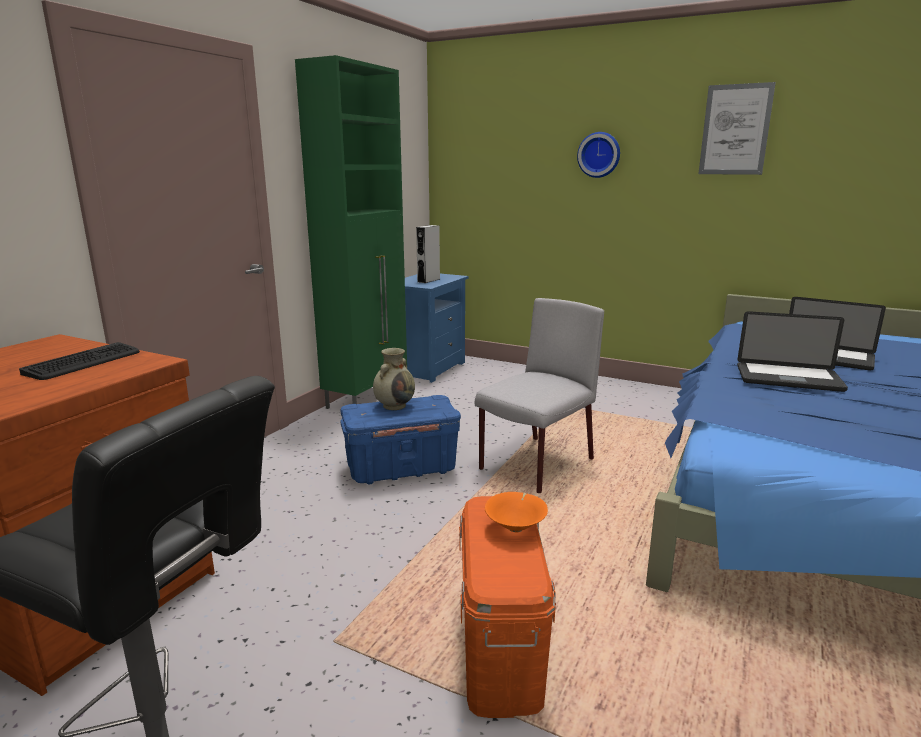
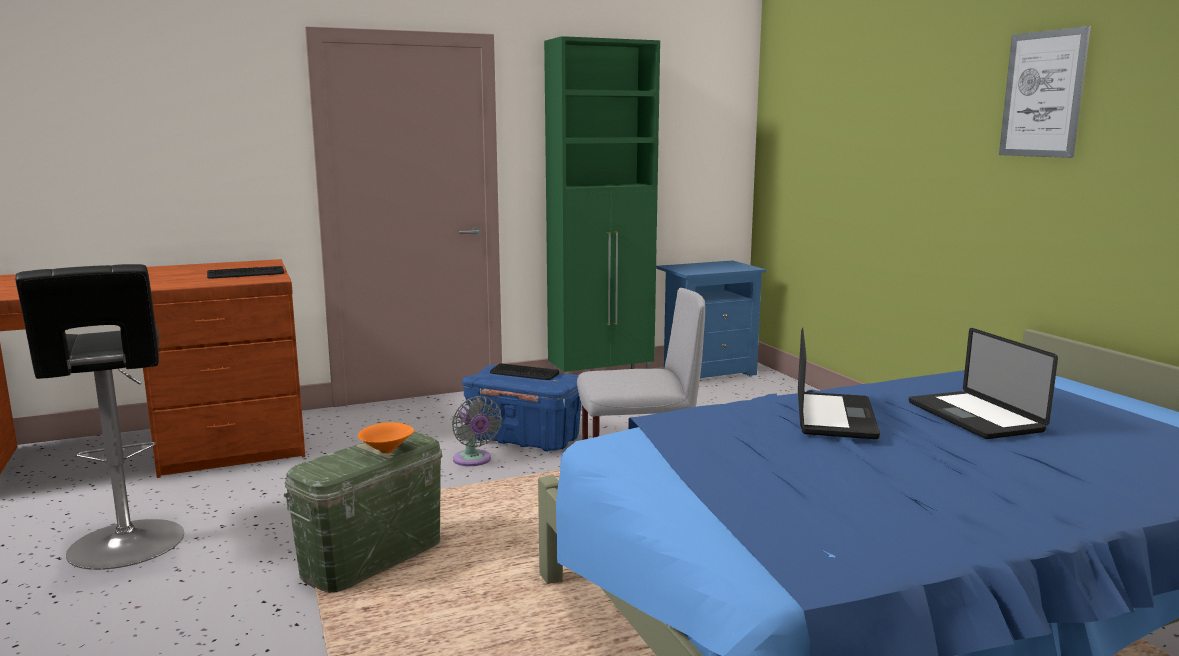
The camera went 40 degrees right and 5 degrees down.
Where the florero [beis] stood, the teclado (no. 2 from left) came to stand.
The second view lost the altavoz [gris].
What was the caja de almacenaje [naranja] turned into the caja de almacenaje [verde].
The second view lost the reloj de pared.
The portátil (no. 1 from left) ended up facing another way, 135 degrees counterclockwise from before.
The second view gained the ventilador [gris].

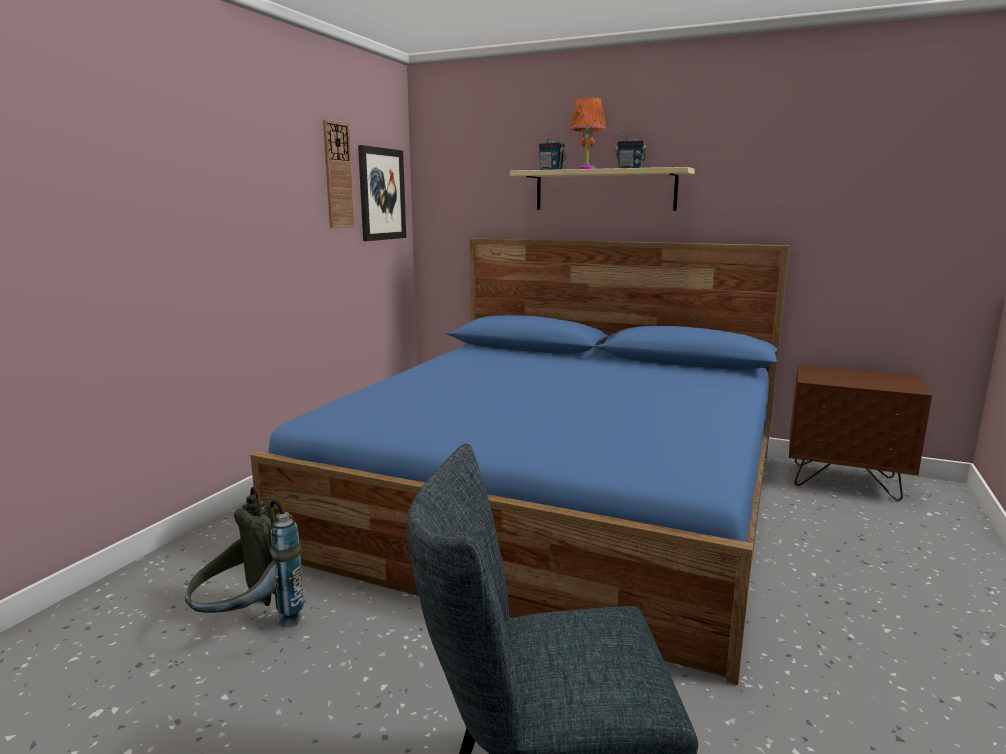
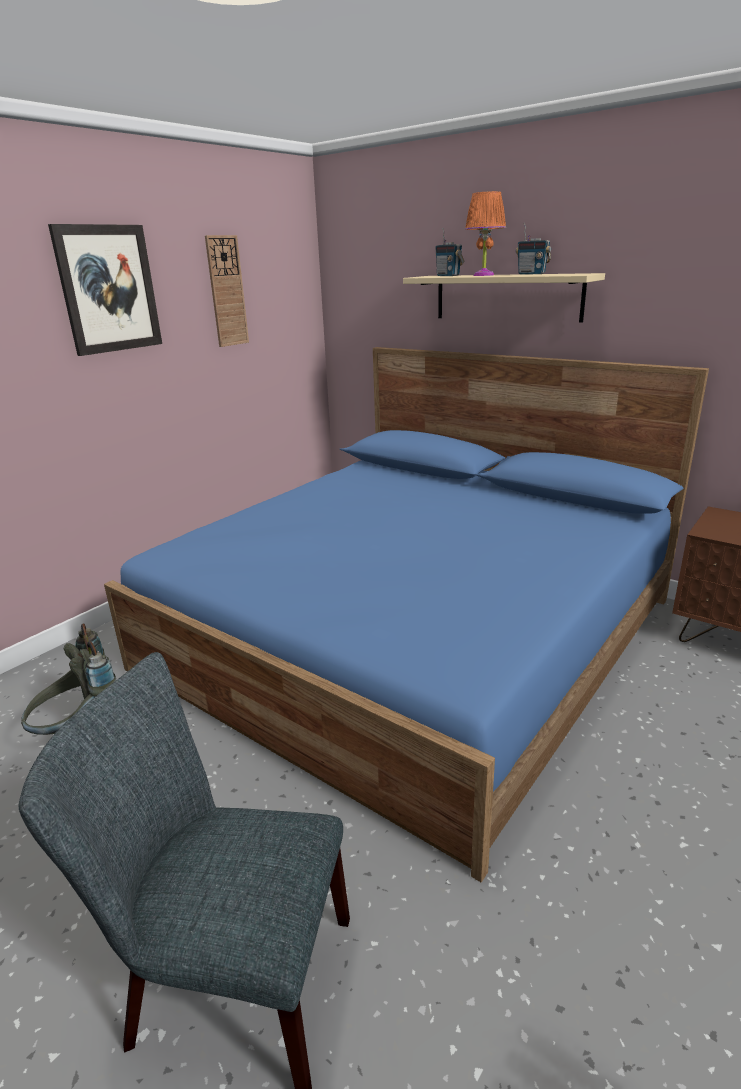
The camera went 15 degrees right and 10 degrees up.
The cuadro ended up elsewhere.

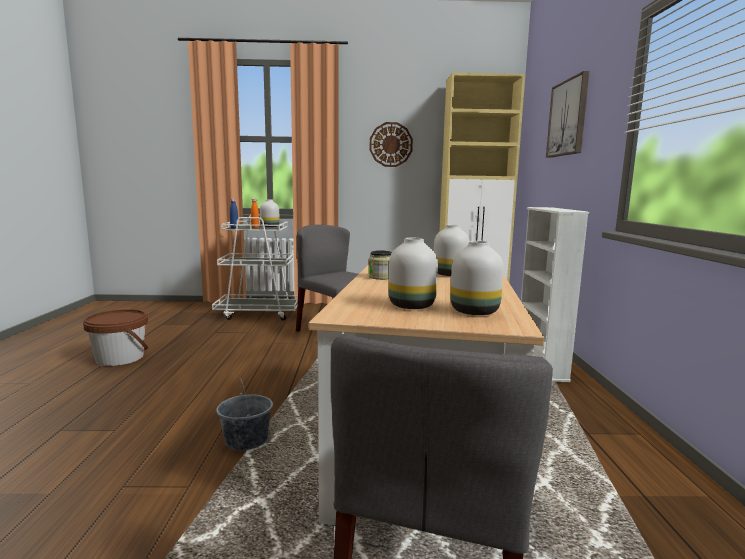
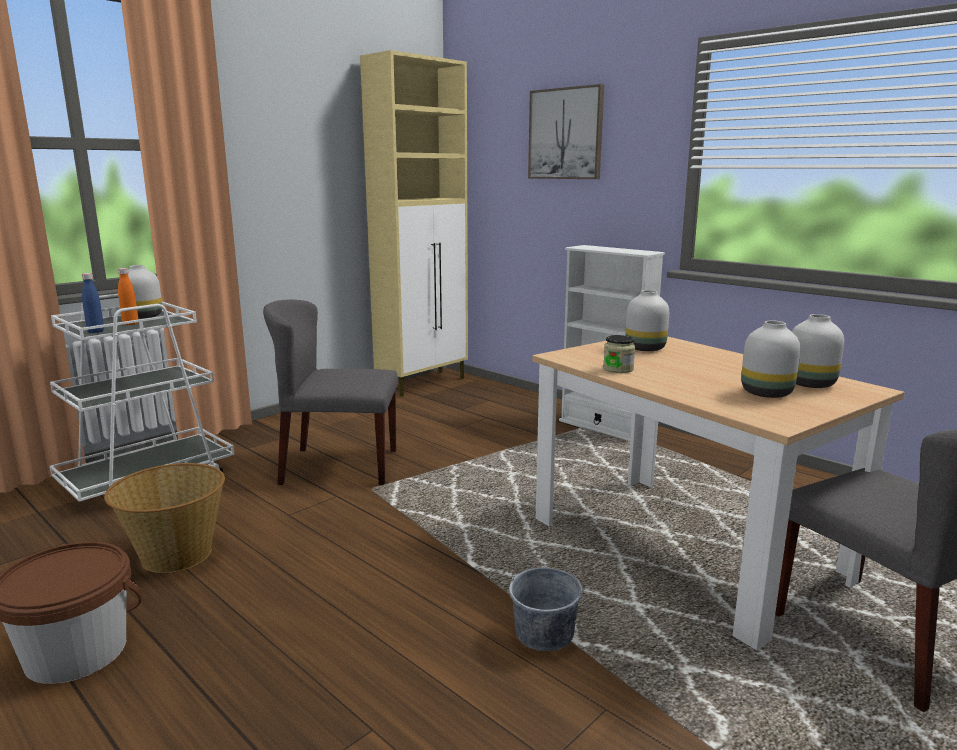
The camera went 45 degrees left and 5 degrees up.
The second view lost the reloj de pared.
The second view gained the cesta.

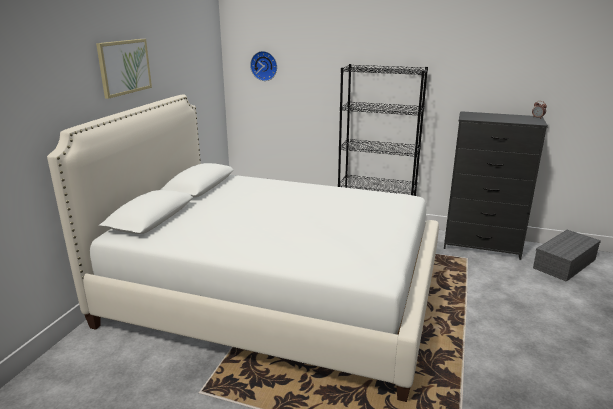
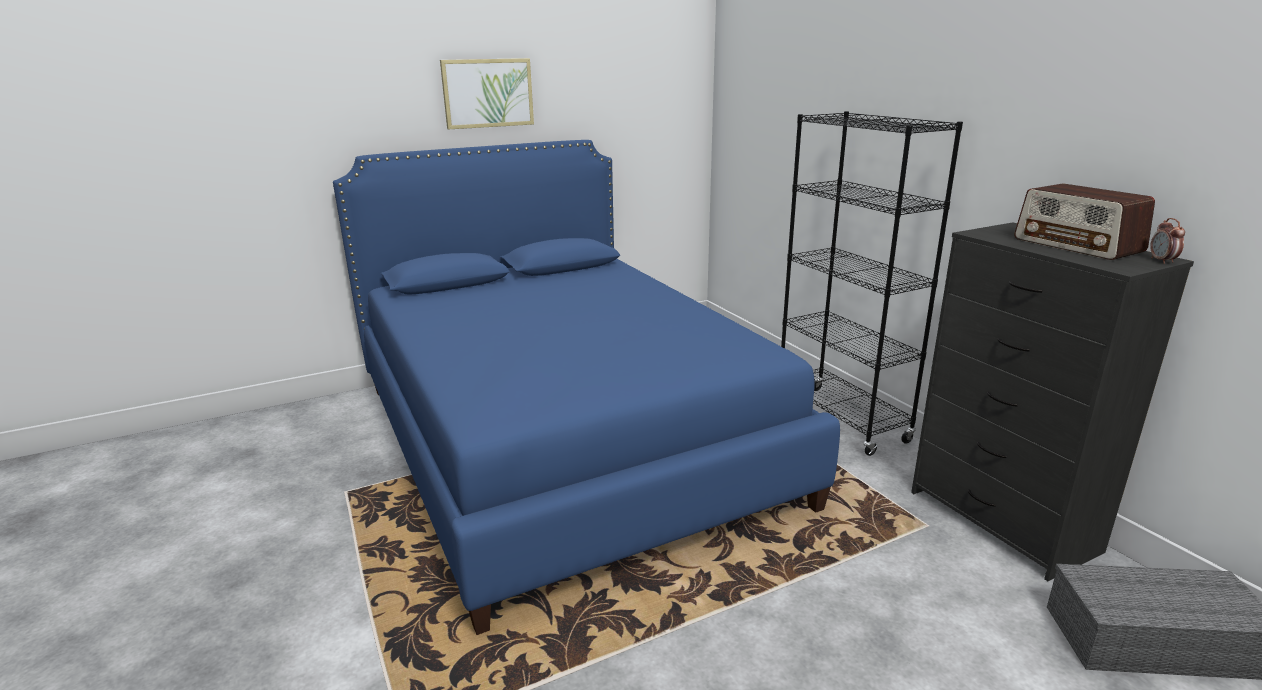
The camera went 45 degrees right and 0 degrees up.
What was the cama [blanco] turned into the cama [azul].
The second view lost the reloj de pared.
The second view gained the radio.

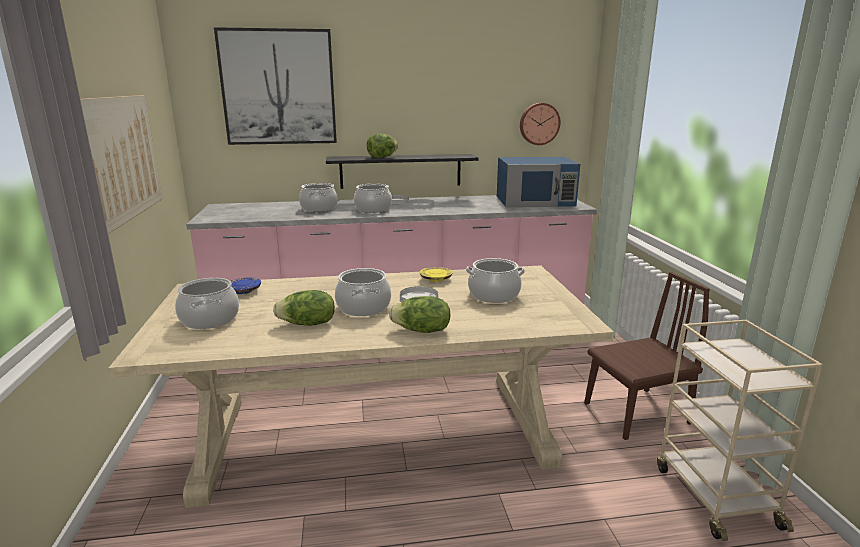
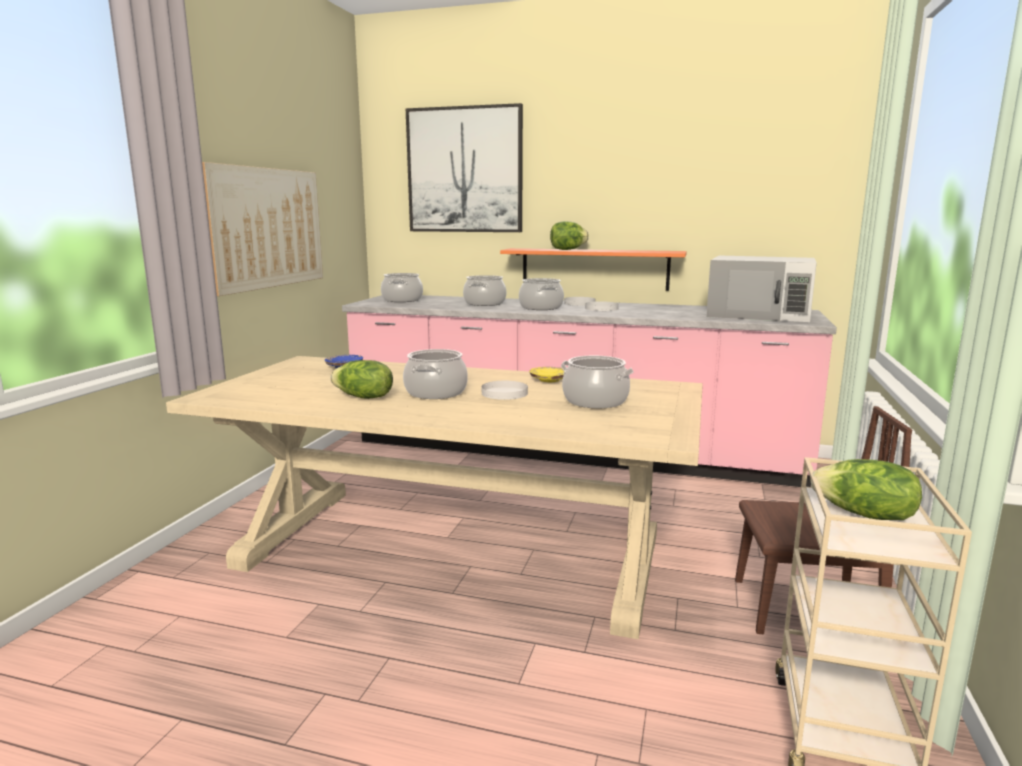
The camera went 25 degrees right and 5 degrees down.
The olla (no. 1 from left) ended up elsewhere.
What was the estante [negro] turned into the estante [naranja].
The lechuga (no. 3 from left) ended up elsewhere.
What was the microondas [azul] turned into the microondas [blanco].
The second view lost the reloj de pared.

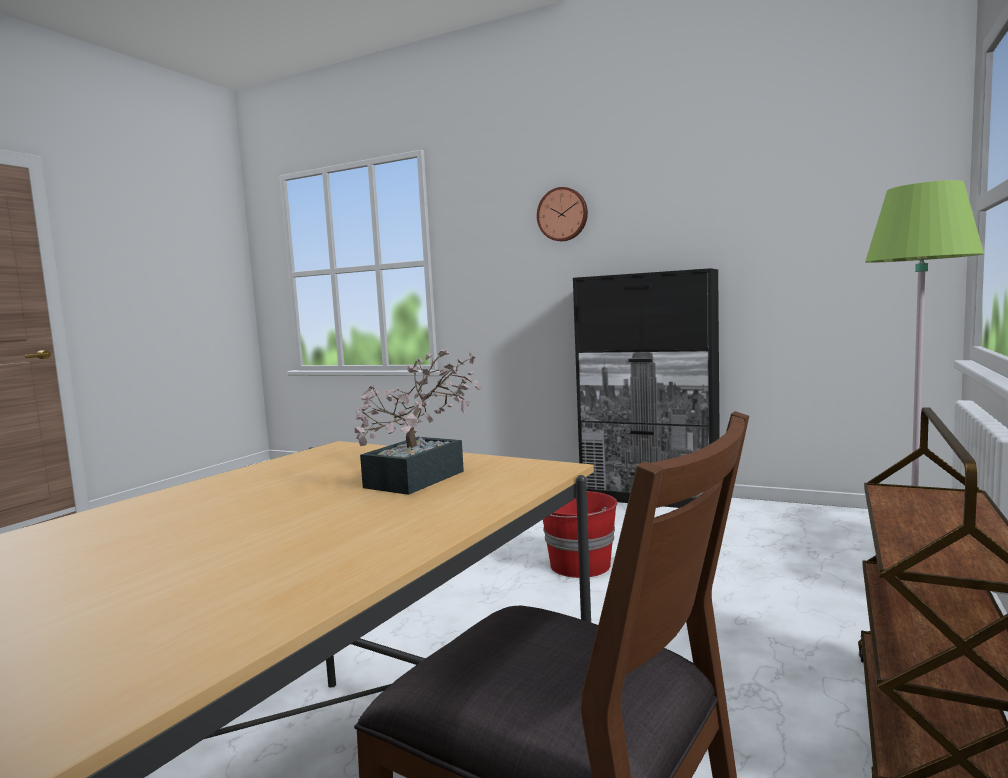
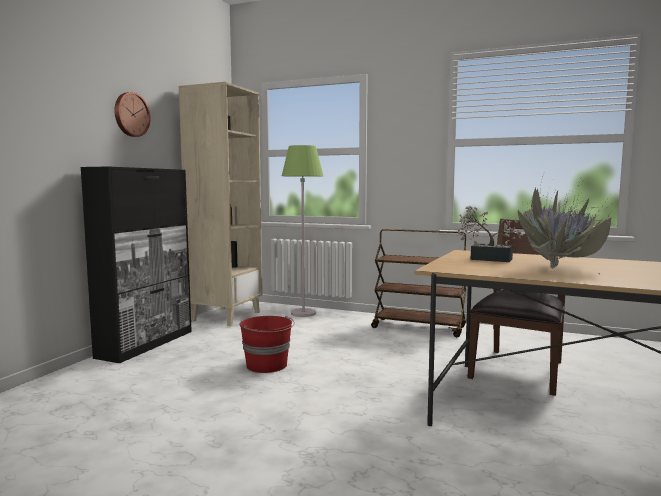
The camera went 95 degrees left and 0 degrees up.
The reloj de pared ended up elsewhere.
The second view gained the estantería [beis].
The second view gained the planta en maceta (no. 2 from left).

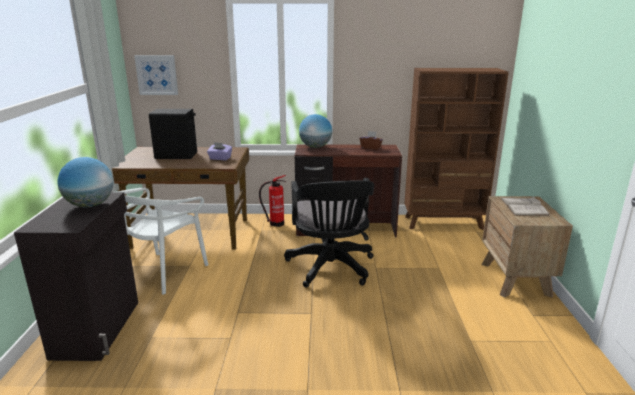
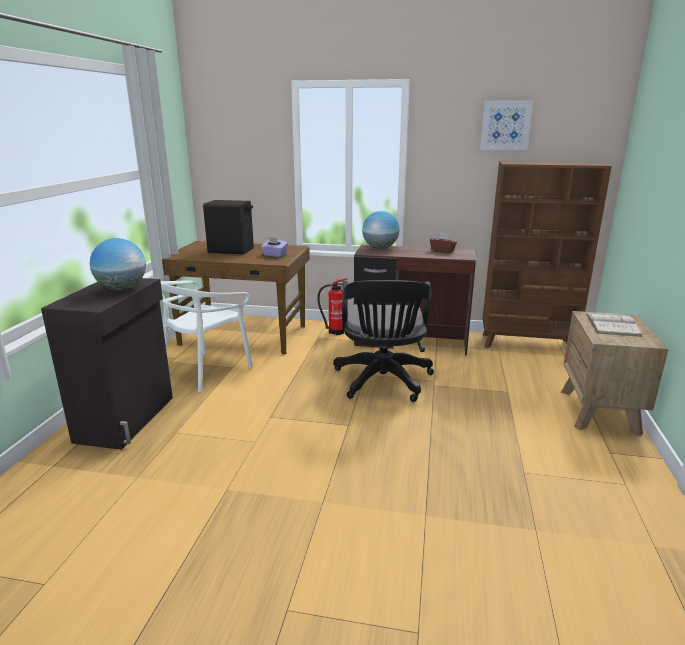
The camera went 10 degrees right and 0 degrees up.
The cuadro ended up elsewhere.

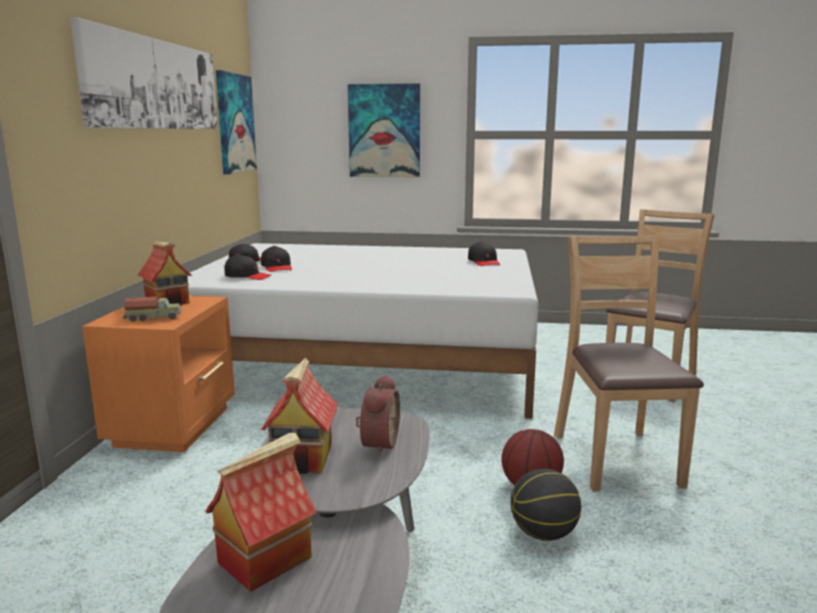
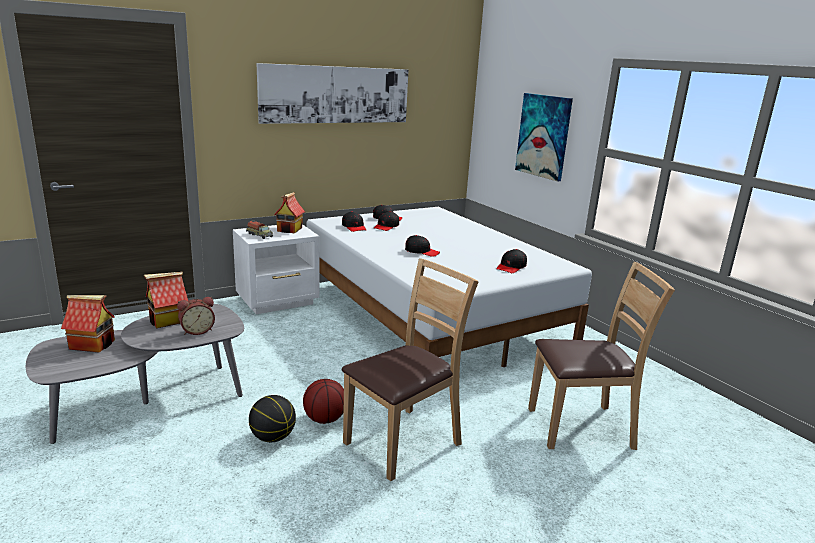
The camera went 50 degrees right and 5 degrees up.
What was the mesita de noche [naranja] turned into the mesita de noche [blanco].
The second view lost the cuadro (no. 2 from left).
The second view gained the gorra [negro] (no. 4 from left).

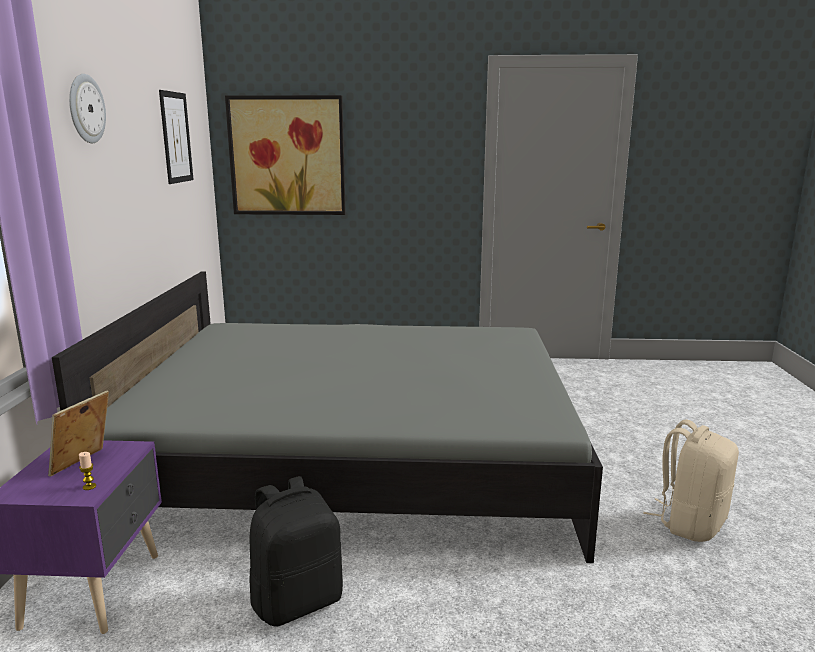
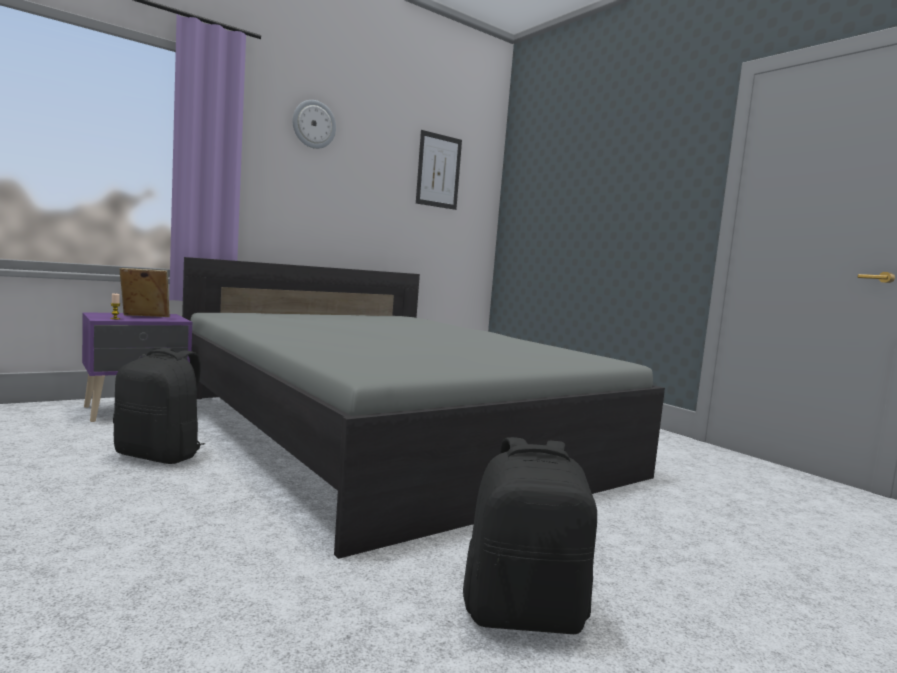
The camera went 50 degrees right and 10 degrees down.
The second view lost the cuadro (no. 2 from left).
What was the mochila [beis] turned into the mochila [negro] (no. 2 from left).

